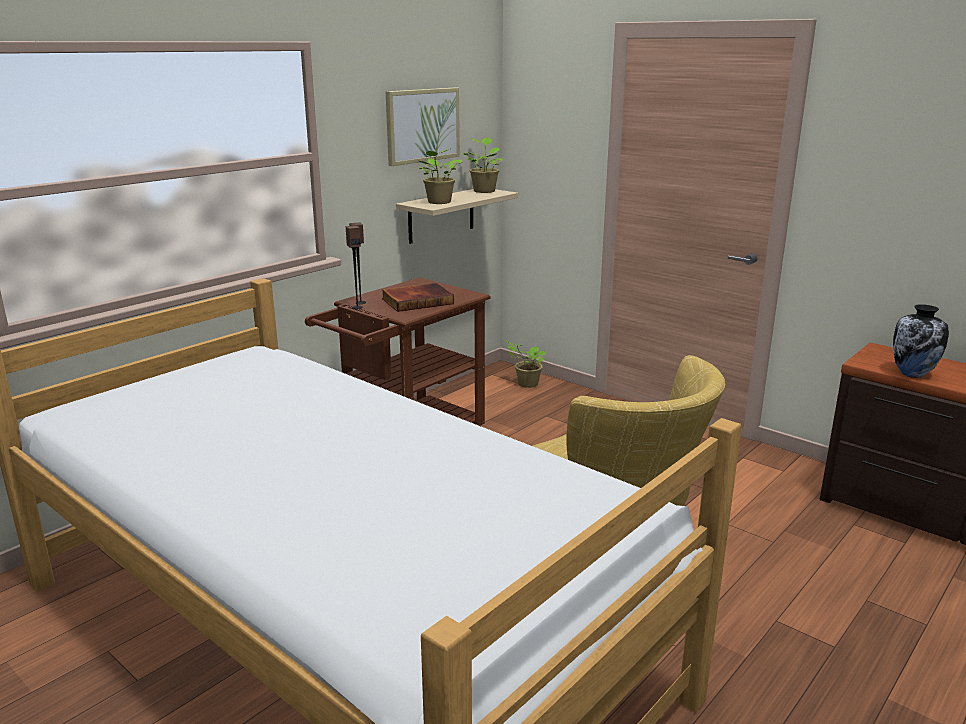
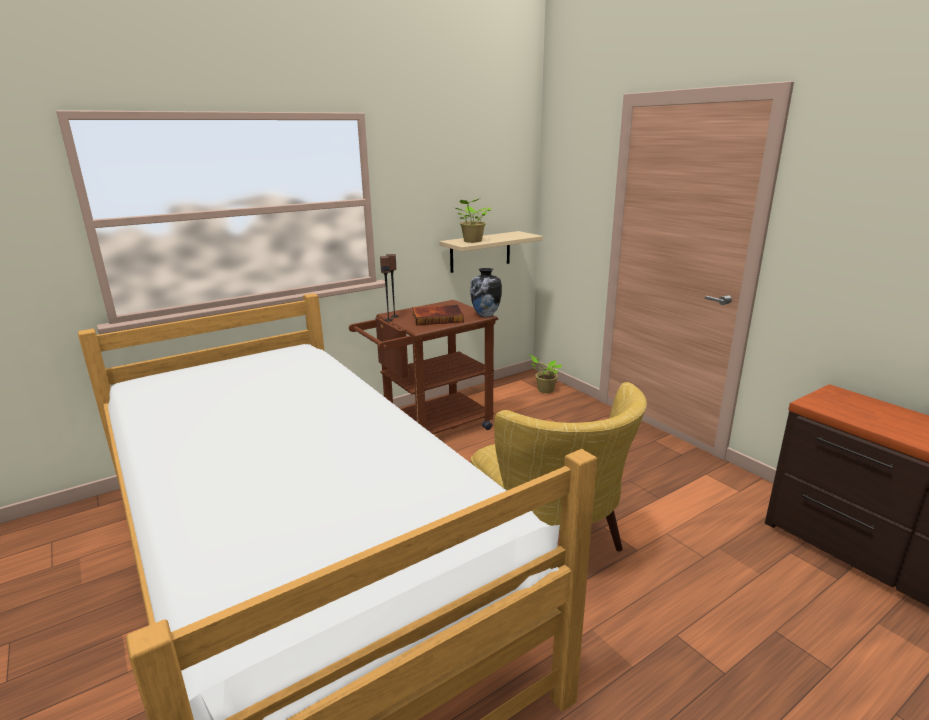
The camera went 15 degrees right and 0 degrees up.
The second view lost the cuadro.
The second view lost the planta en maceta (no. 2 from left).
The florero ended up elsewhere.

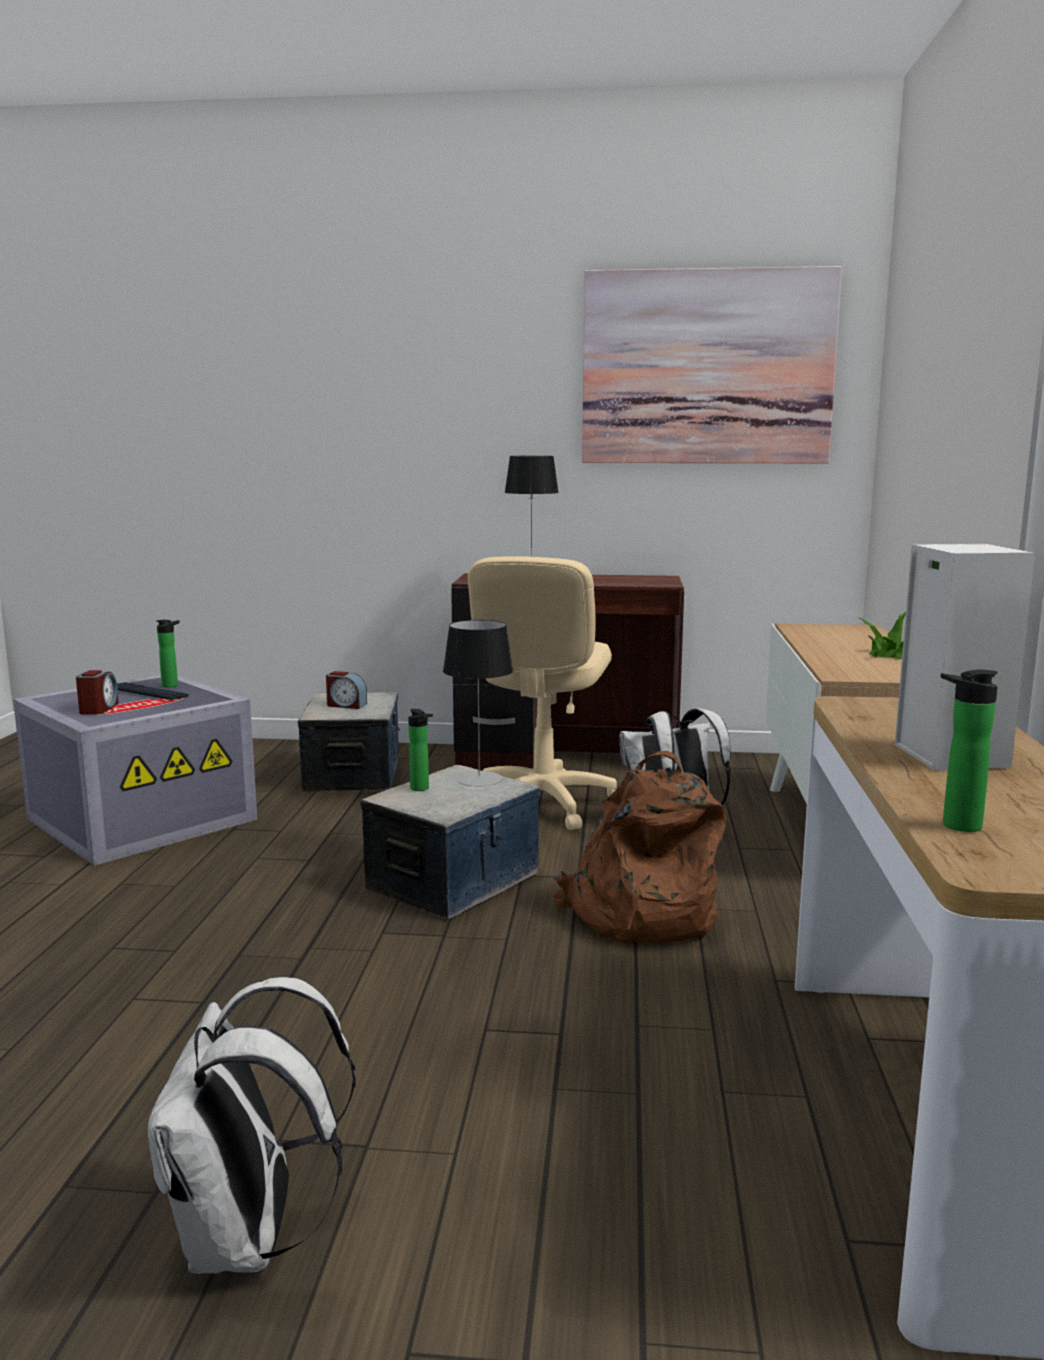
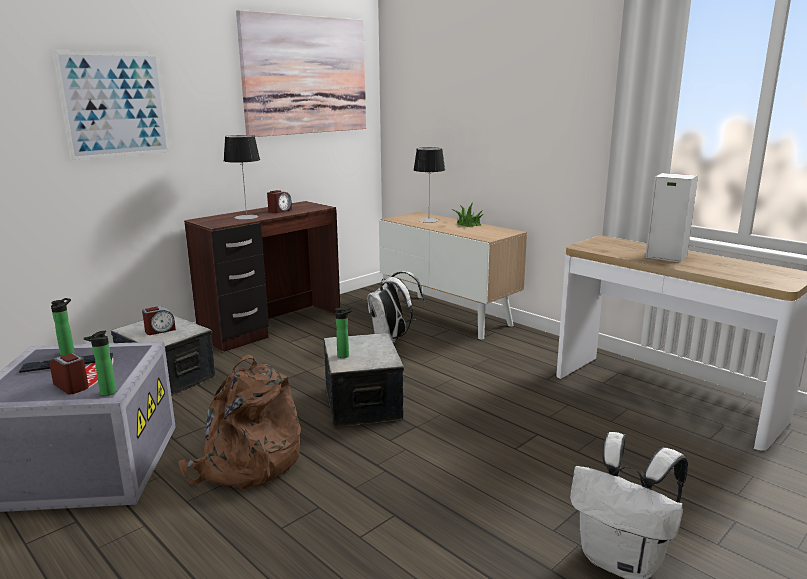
The camera went 50 degrees left and 5 degrees up.
The lámpara de mesa (no. 1 from left in the first image) ended up elsewhere.
The second view lost the silla de oficina [beis].
The mochila [marrón] ended up elsewhere.
The botella (no. 3 from left in the first image) ended up elsewhere.
The second view gained the cuadro (no. 1 from left).
The second view gained the despertador (no. 3 from left).

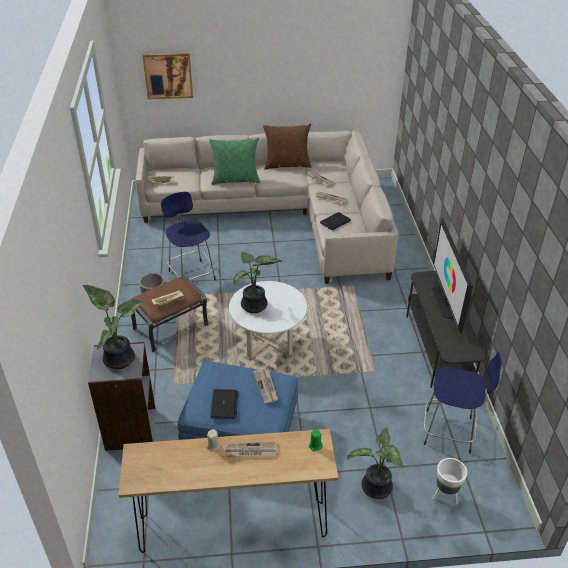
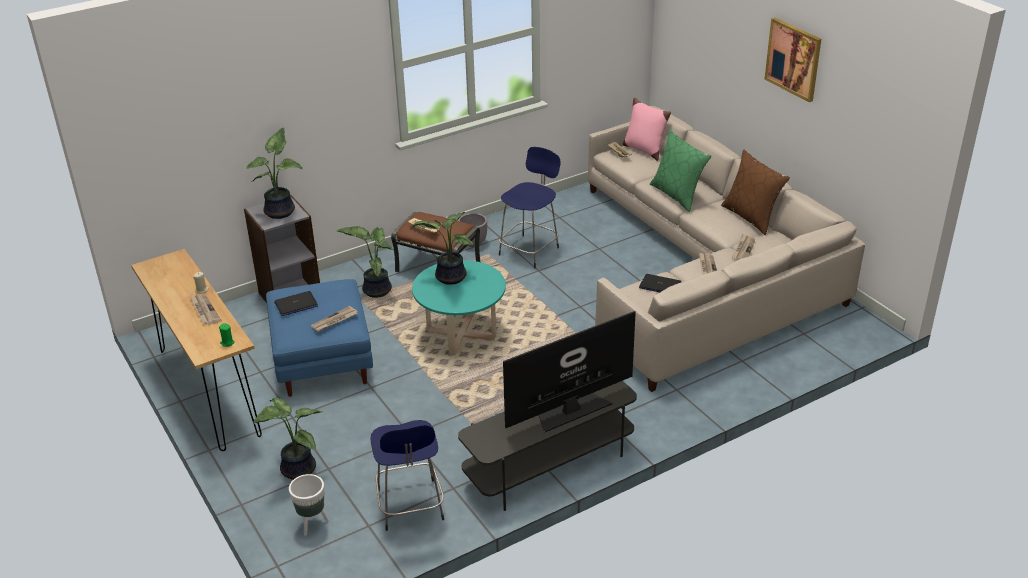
The camera went 65 degrees right and 5 degrees down.
The cuadro ended up elsewhere.
What was the mesa de centro [blanco] turned into the mesa de centro [turquesa].
The second view gained the planta en maceta (no. 3 from left).
The second view gained the cojín [rosa].

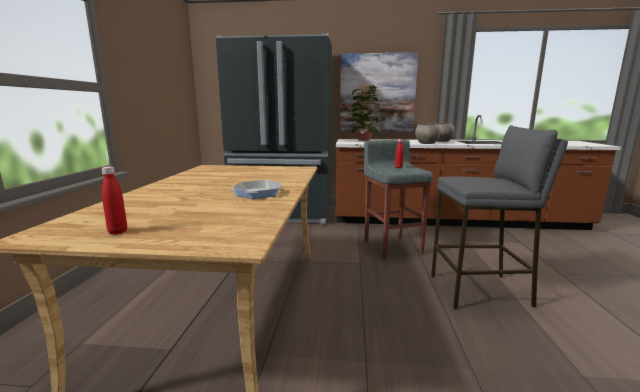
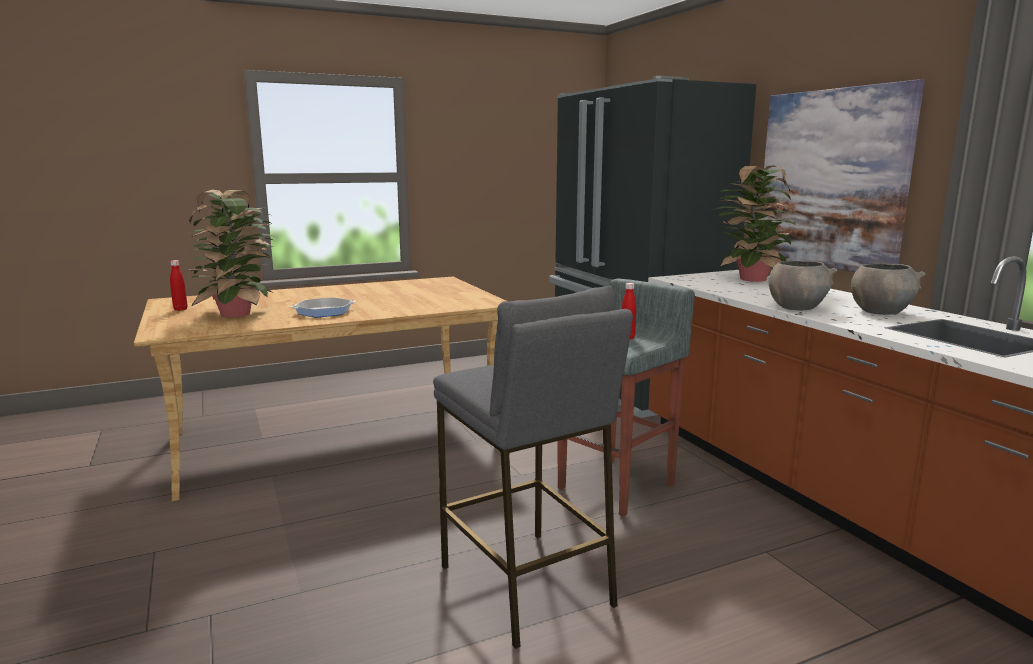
The camera went 60 degrees right and 0 degrees up.
The second view gained the planta en maceta (no. 1 from left).

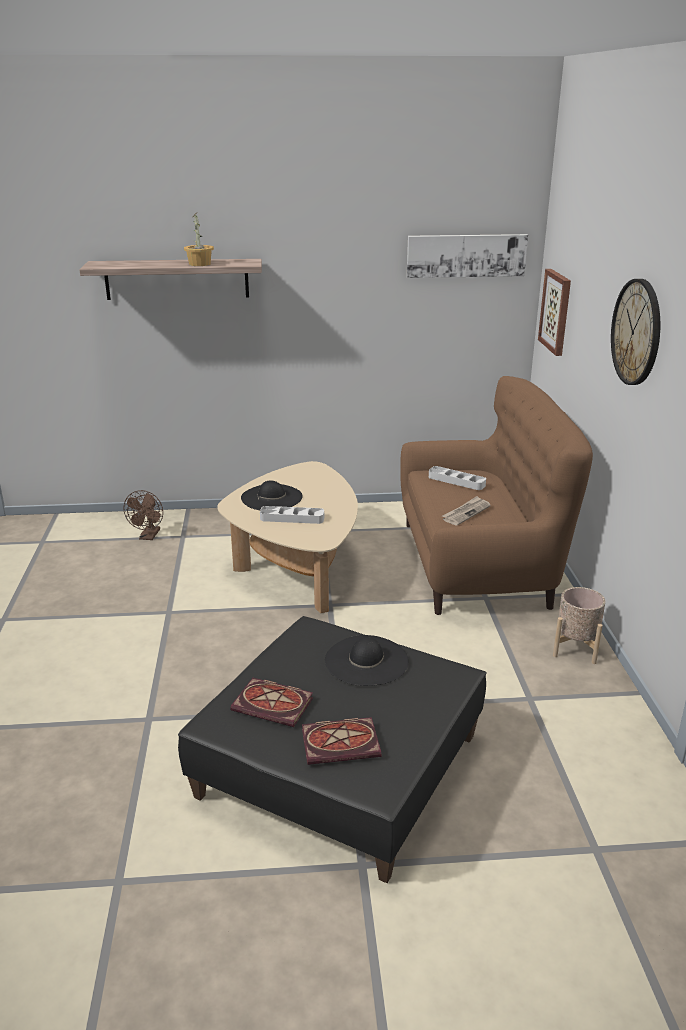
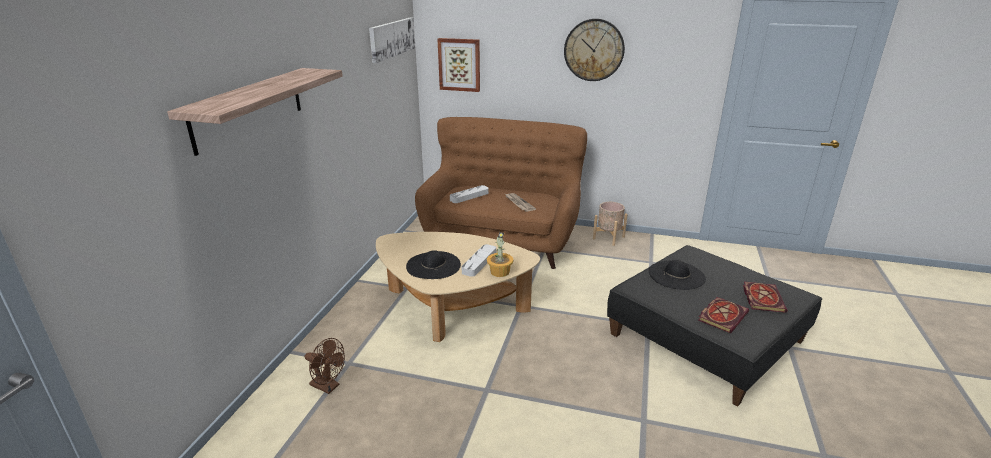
The camera went 70 degrees left and 0 degrees up.
The planta en maceta ended up elsewhere.

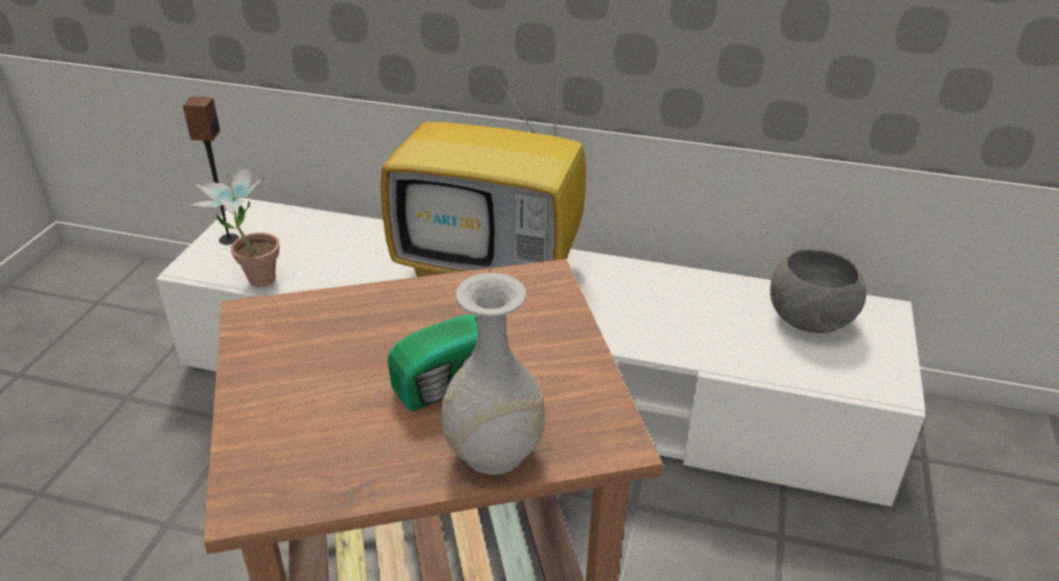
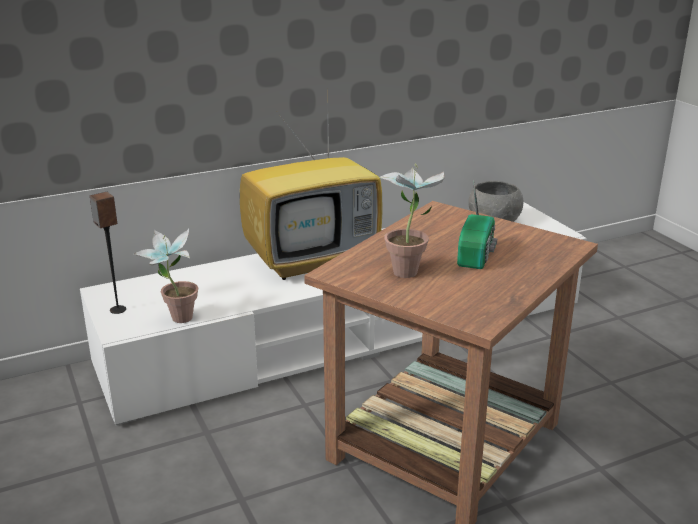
The camera went 40 degrees left and 10 degrees down.
The second view lost the florero [blanco].
The second view gained the planta en maceta (no. 2 from left).

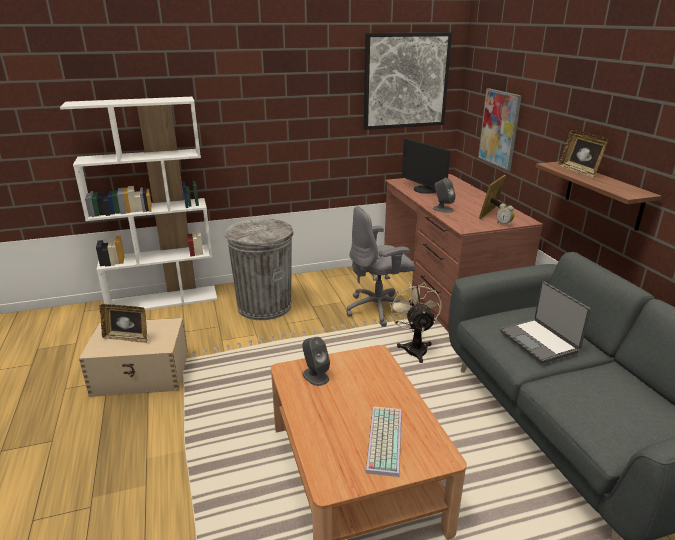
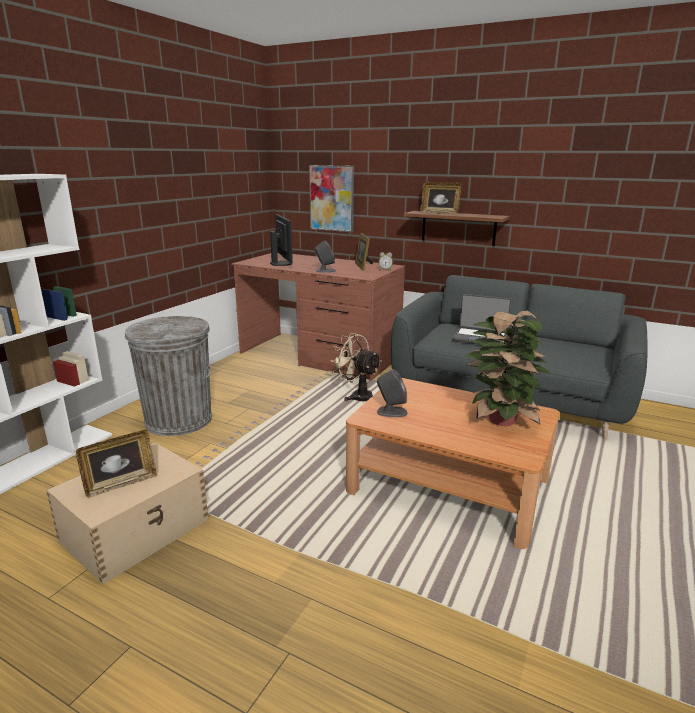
The camera went 45 degrees left and 5 degrees down.
The second view lost the silla de oficina [gris].
The second view lost the cuadro (no. 1 from left).
Where the teclado stood, the planta en maceta came to stand.
The monitor ended up facing another way, 120 degrees counterclockwise from before.

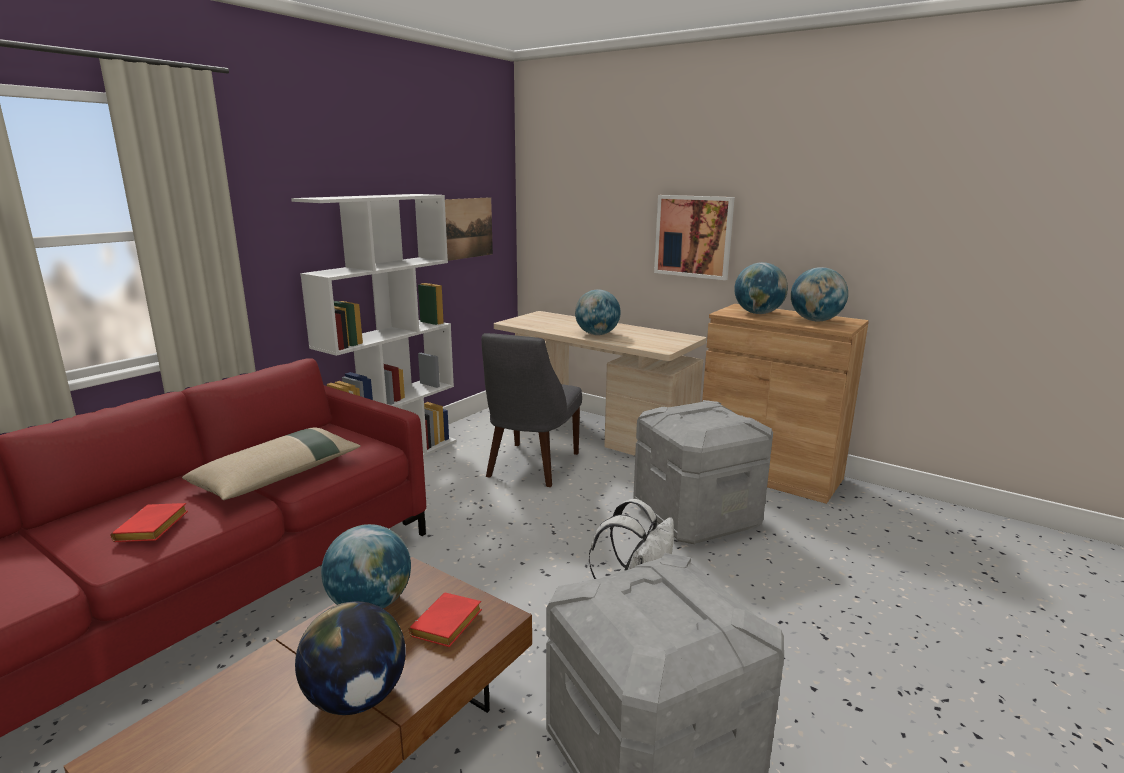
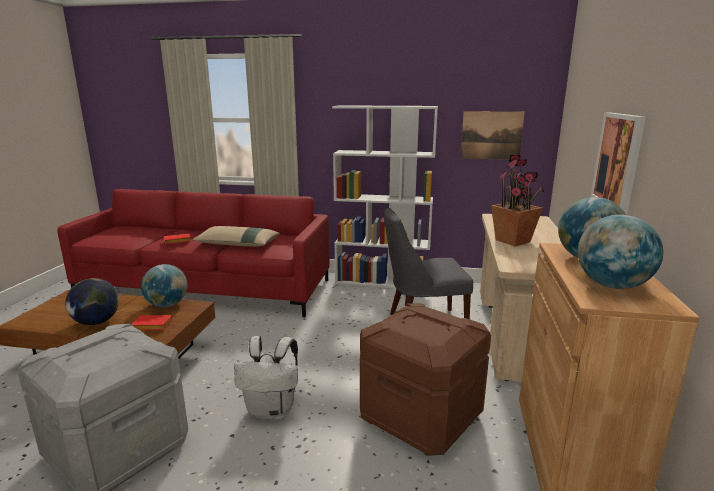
The camera went 65 degrees right and 0 degrees up.
Where the globo terráqueo (no. 3 from left) stood, the planta en maceta came to stand.
What was the caja de almacenaje [gris] (no. 2 from left) turned into the caja de almacenaje [marrón].

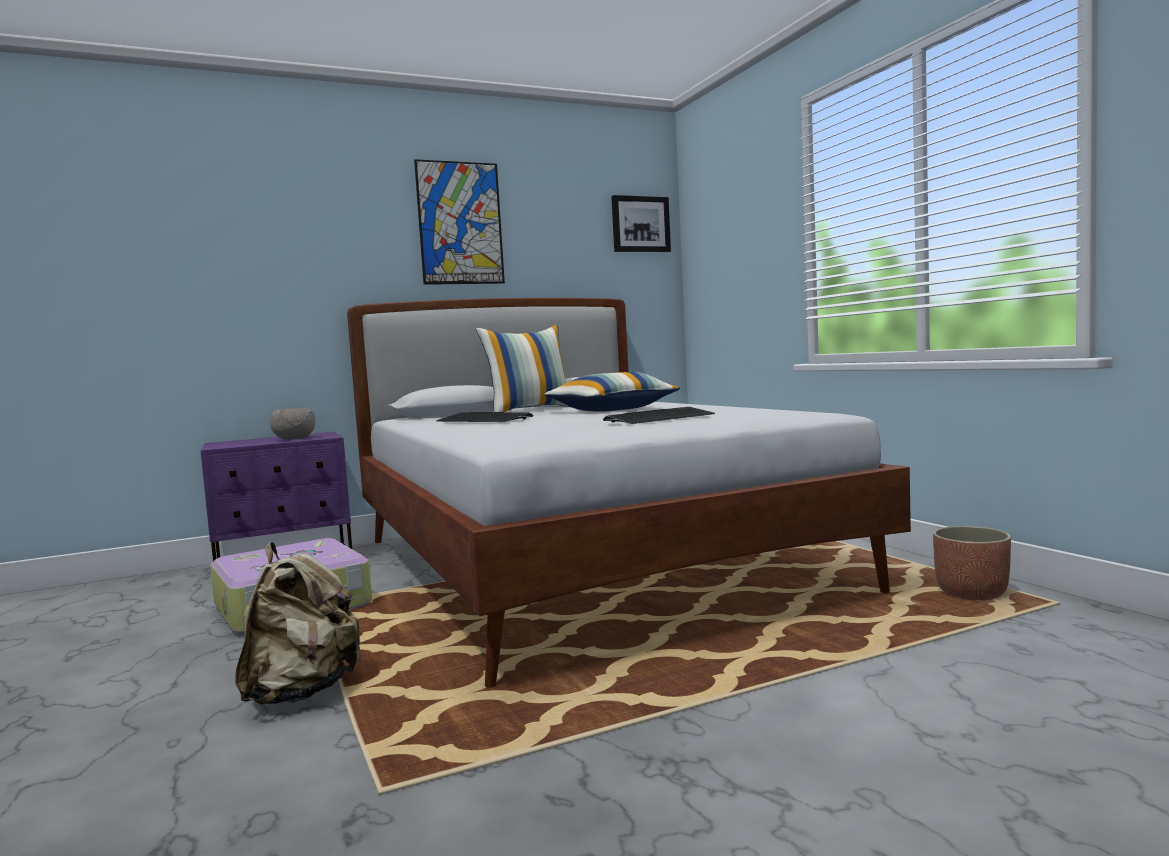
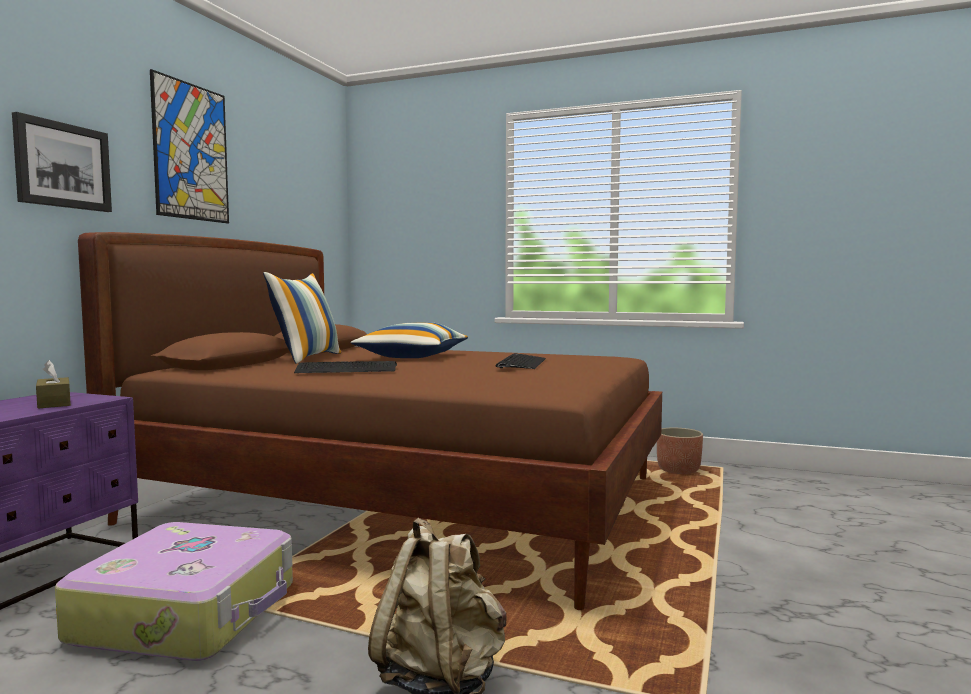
The camera went 45 degrees left and 0 degrees up.
Where the cuenco [gris] stood, the caja de pañuelos [marrón] came to stand.
What was the cama [blanco] turned into the cama [marrón].
The cuadro (no. 2 from left in the first image) ended up elsewhere.

